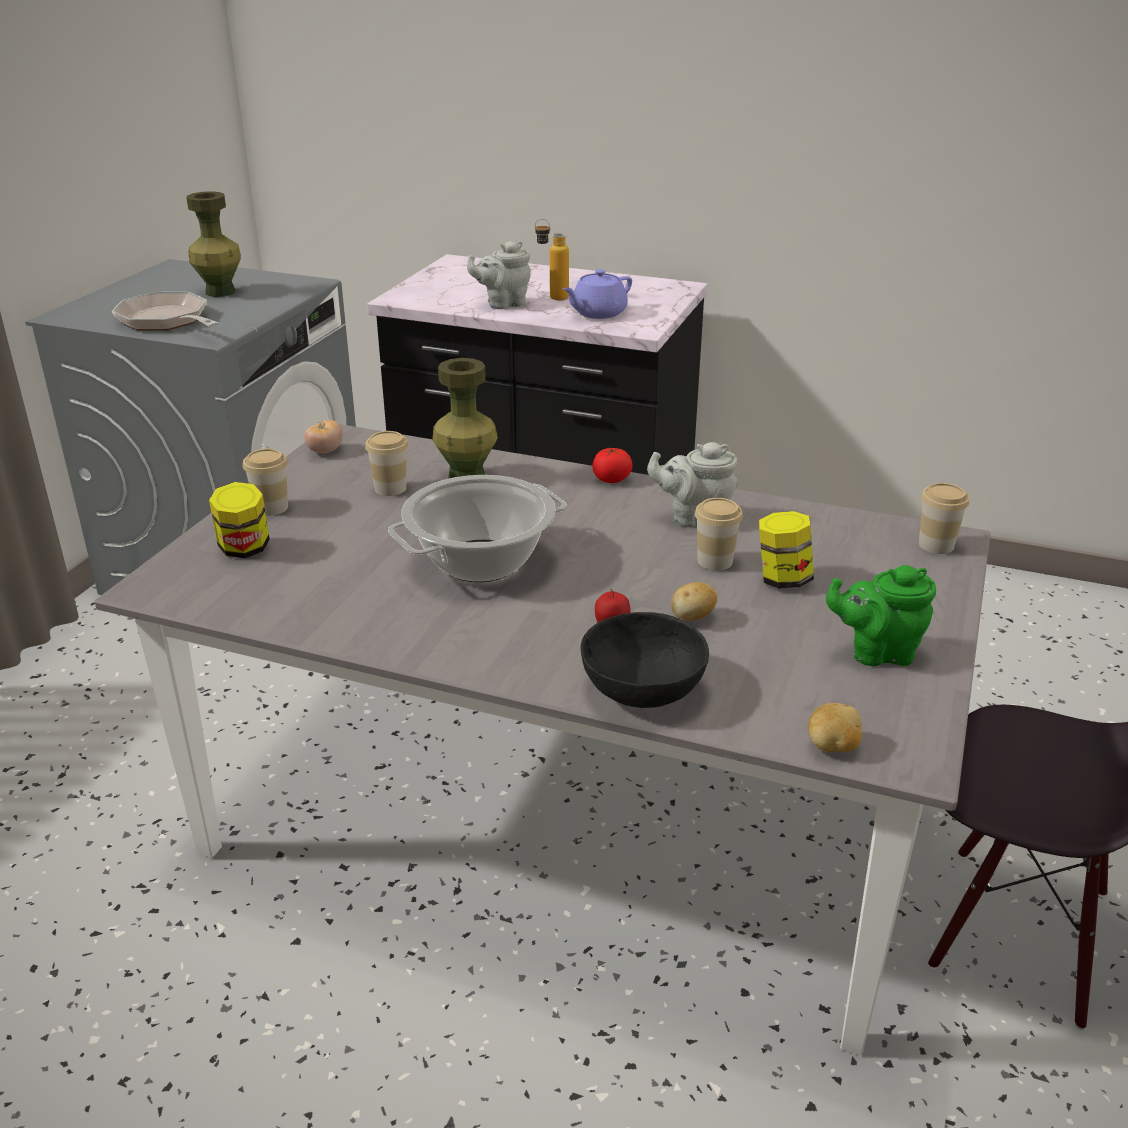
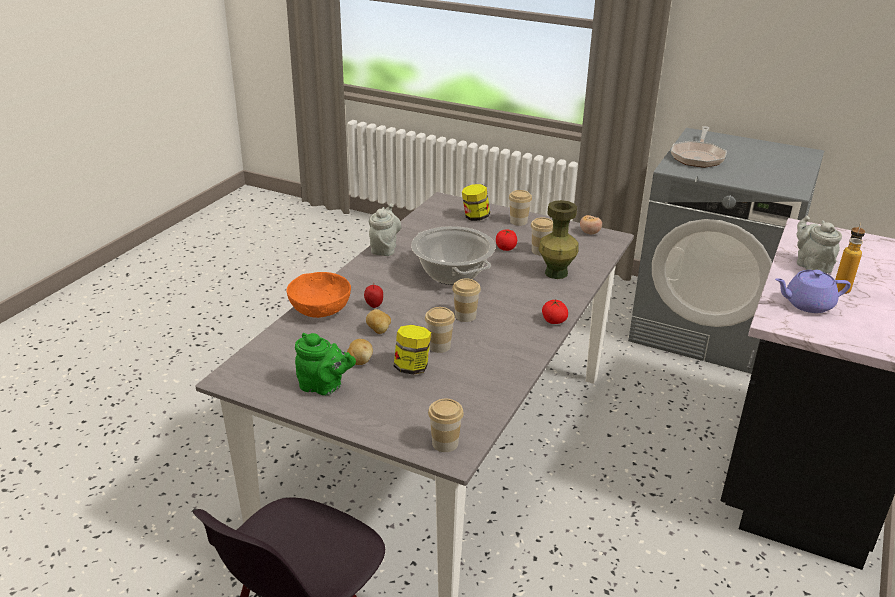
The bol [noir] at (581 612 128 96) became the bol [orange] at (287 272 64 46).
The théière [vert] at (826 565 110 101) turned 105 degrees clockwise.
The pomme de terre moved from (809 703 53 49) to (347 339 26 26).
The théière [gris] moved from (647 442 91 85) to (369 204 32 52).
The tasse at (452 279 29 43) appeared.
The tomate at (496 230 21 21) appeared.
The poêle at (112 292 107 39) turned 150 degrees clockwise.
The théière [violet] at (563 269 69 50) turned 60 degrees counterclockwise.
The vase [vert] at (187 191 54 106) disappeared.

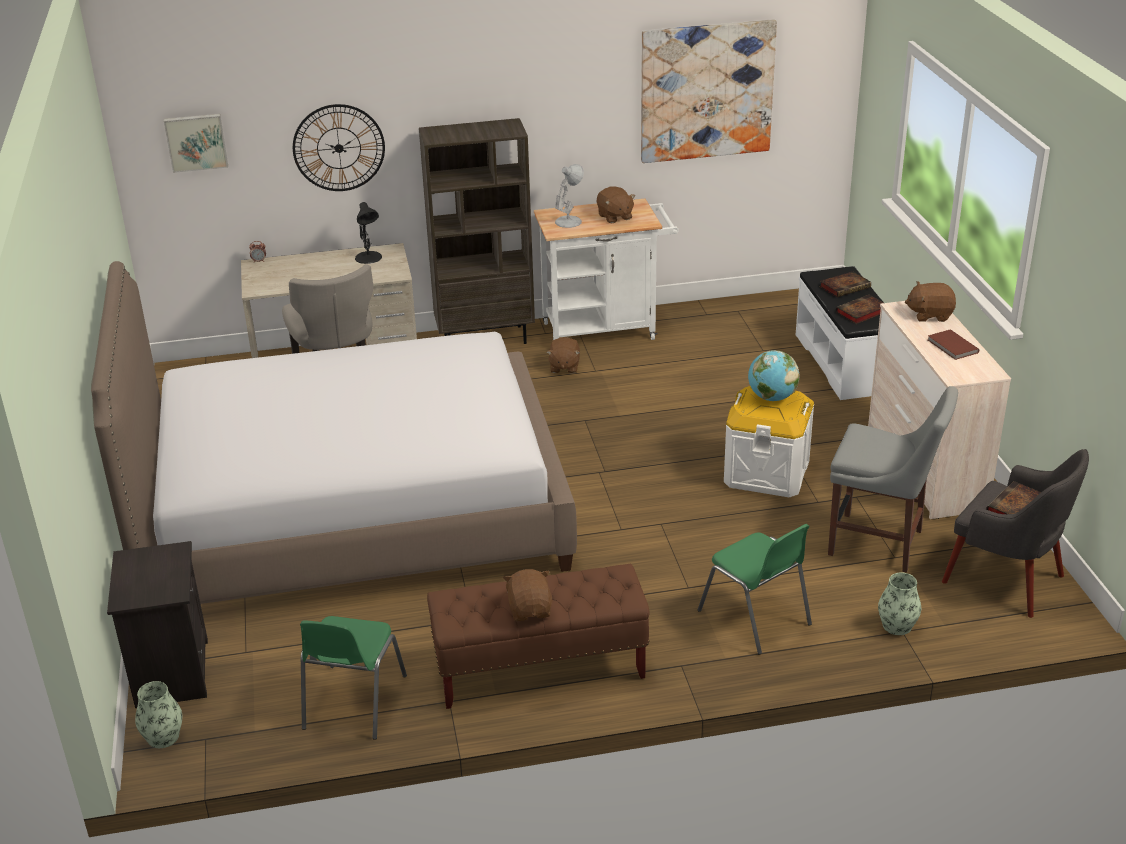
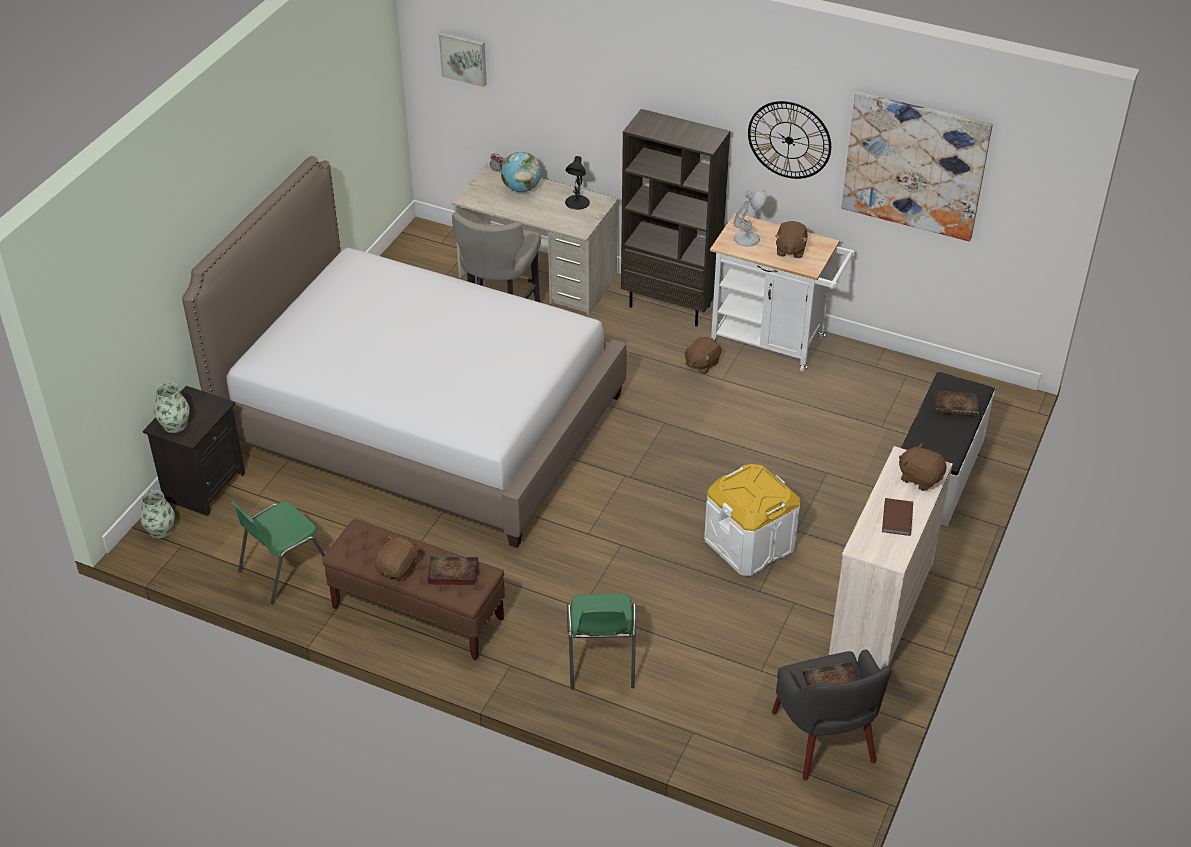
The vase moved from (878 572 43 63) to (154 383 36 50).
The livre moved from (836 295 47 29) to (427 556 51 29).
The globe moved from (748 350 52 51) to (501 152 40 40).
The horloge murale moved from (293 104 92 87) to (748 101 83 78).
The chaise [gris] at (828 386 130 187) disappeared.

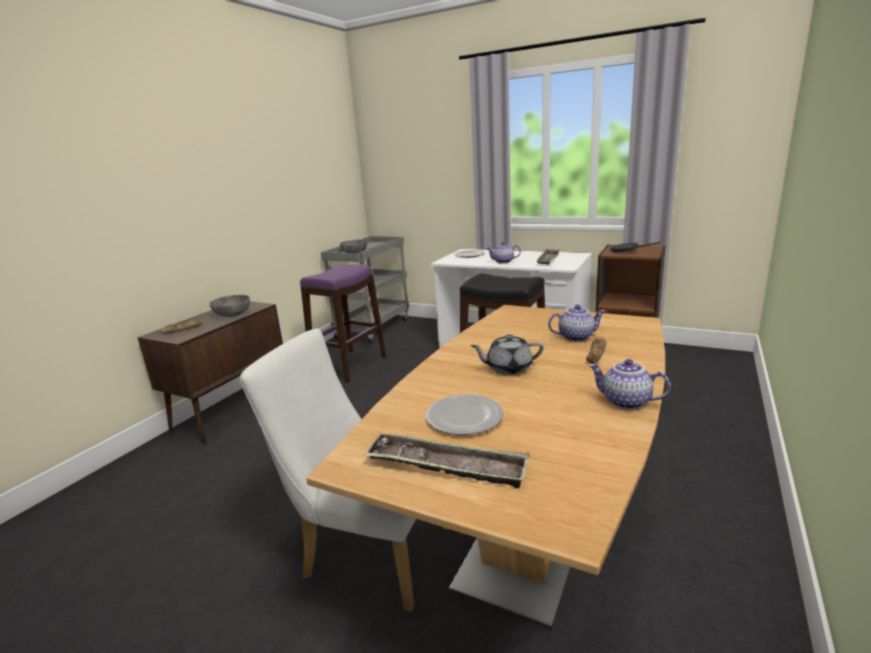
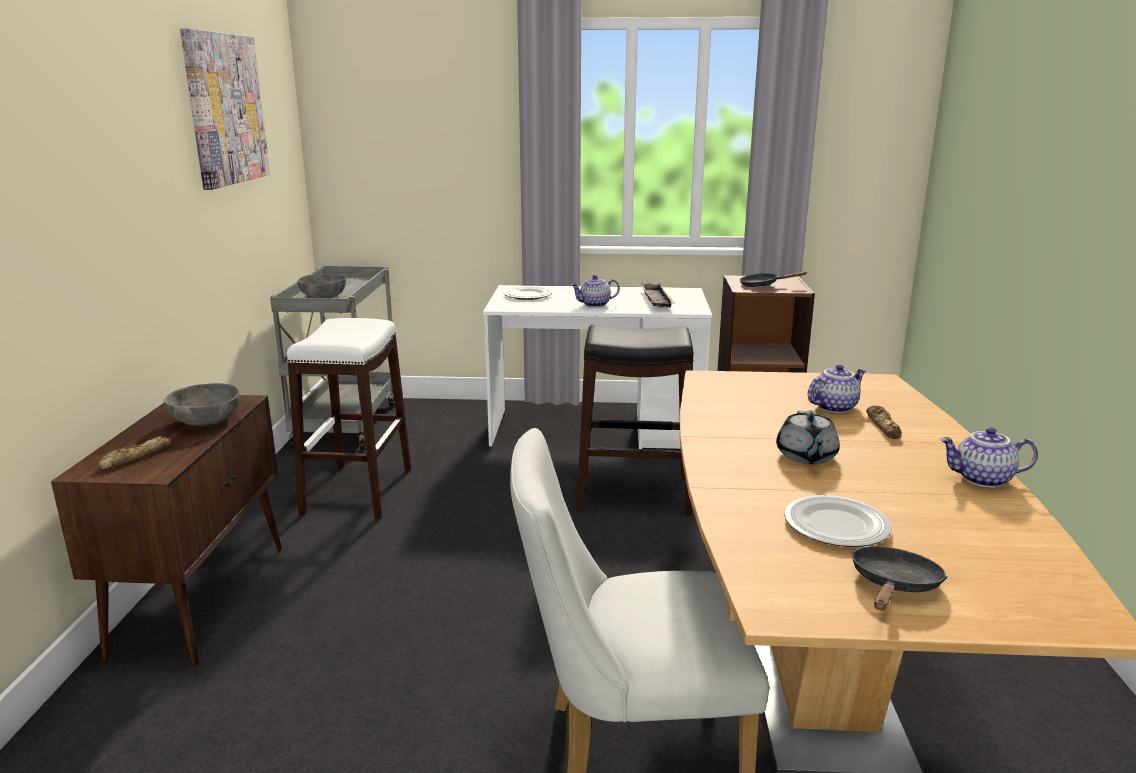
The tableau at (180 28 90 162) appeared.
The tabouret [violet] at (300 264 87 119) became the tabouret [blanc] at (287 318 124 201).
The théière [gris] at (471 335 73 40) turned 60 degrees counterclockwise.
The plateau at (364 432 166 56) was replaced by the poêle [noir] at (851 546 97 64).

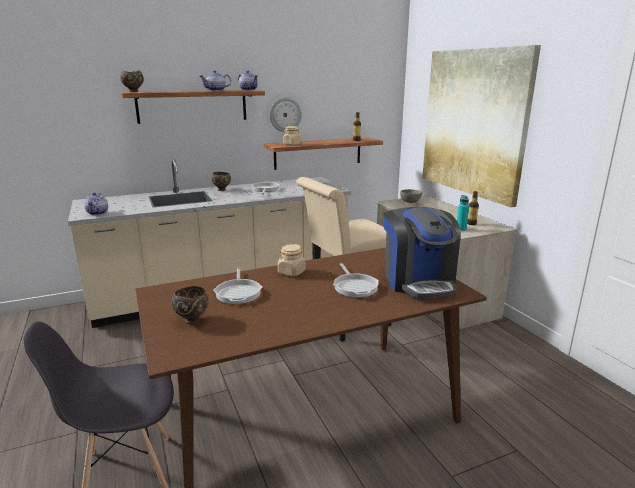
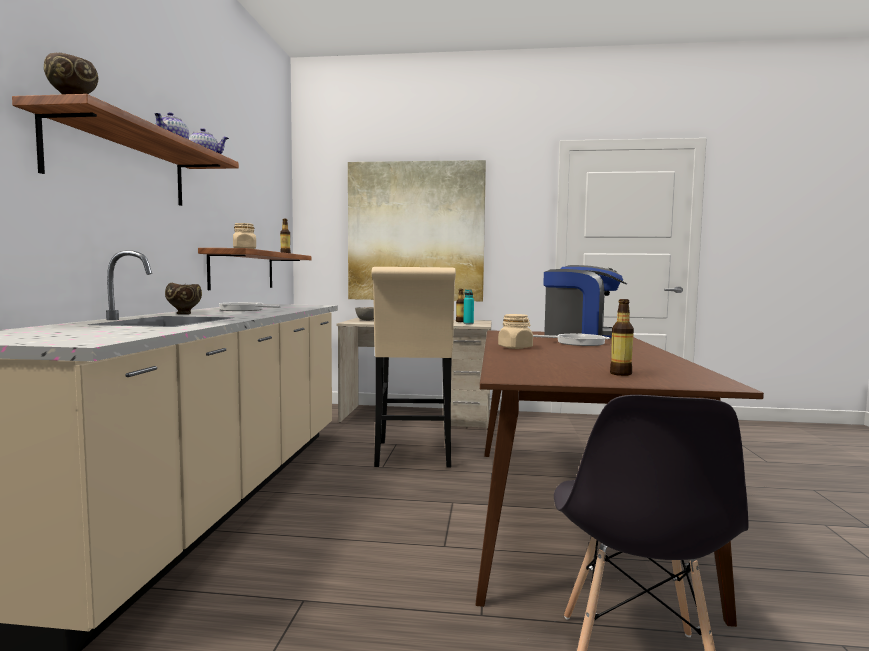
The bol [marron] at (172 286 37 38) was replaced by the bouteille at (610 299 24 77).
The théière at (84 192 24 23) disappeared.
The poêle at (213 267 49 37) disappeared.
The horloge murale at (270 97 32 35) disappeared.

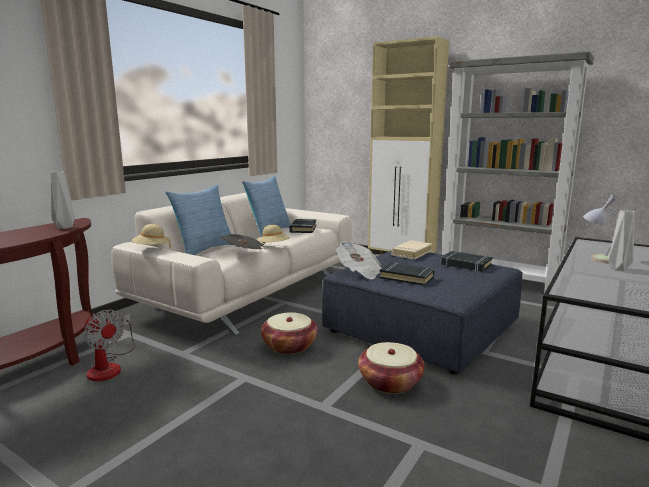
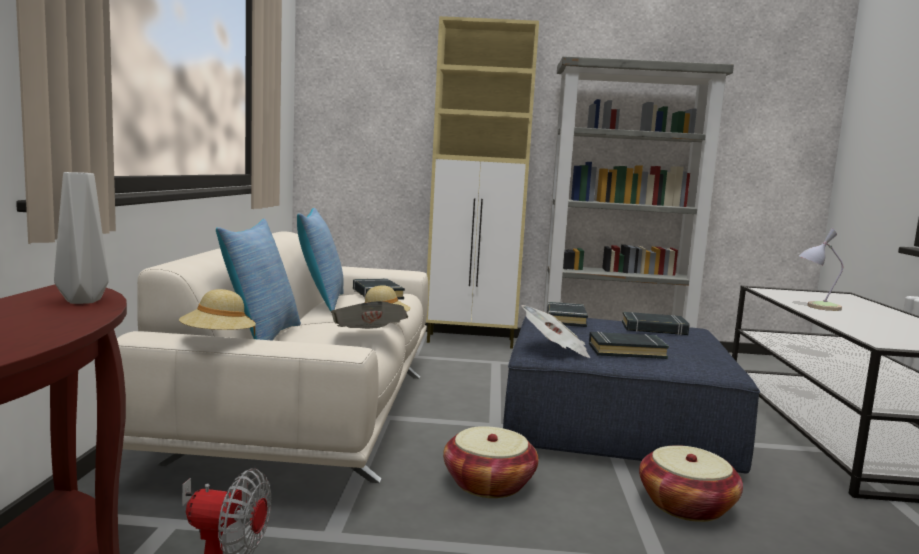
The livre [beige] at (392 240 40 19) became the livre [noir] at (547 302 41 25).
The vase [gris] at (608 210 26 61) disappeared.

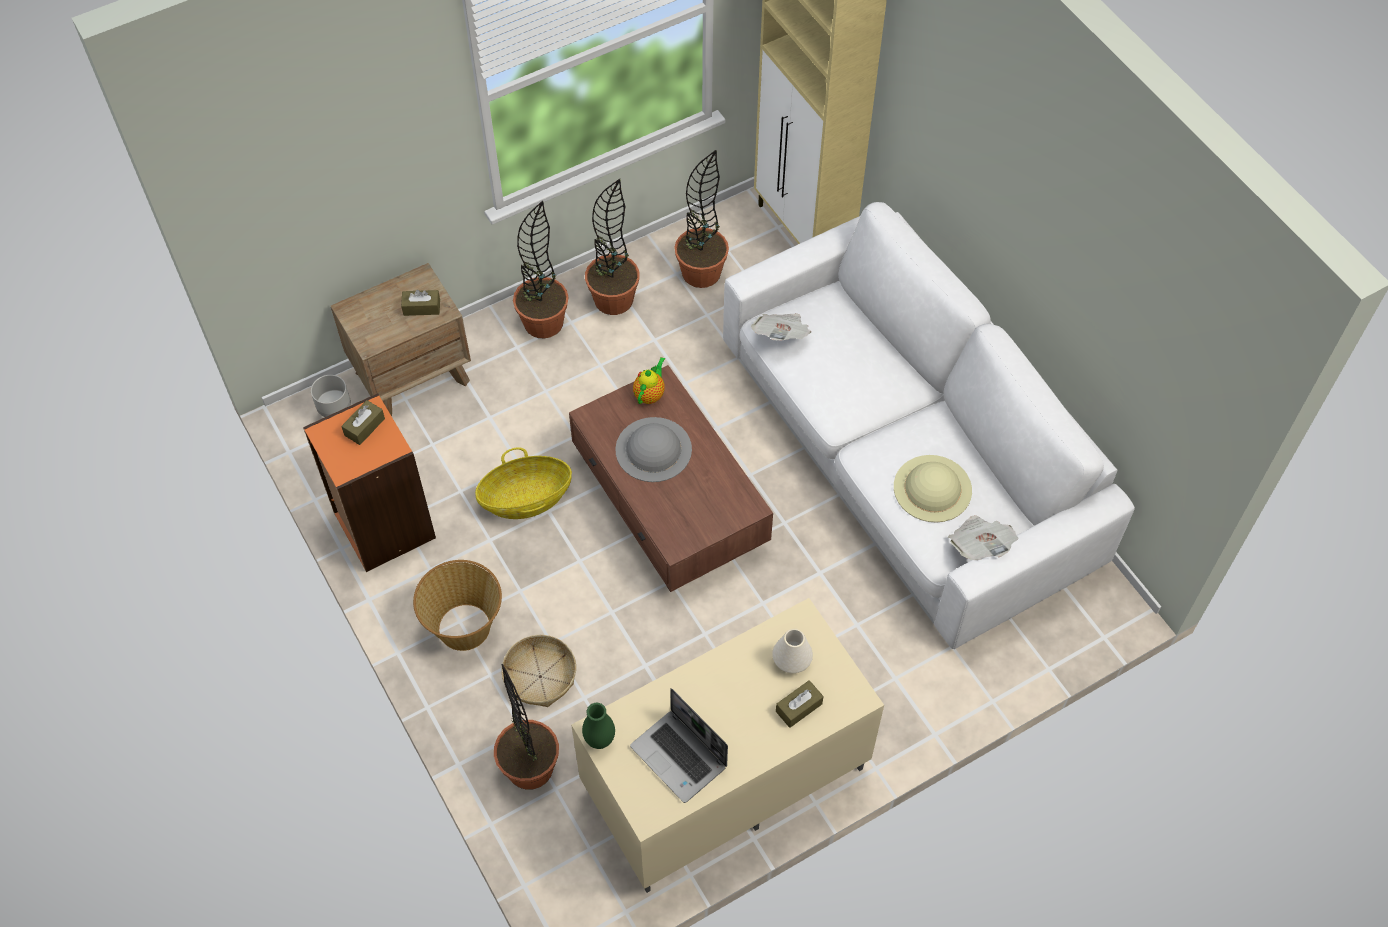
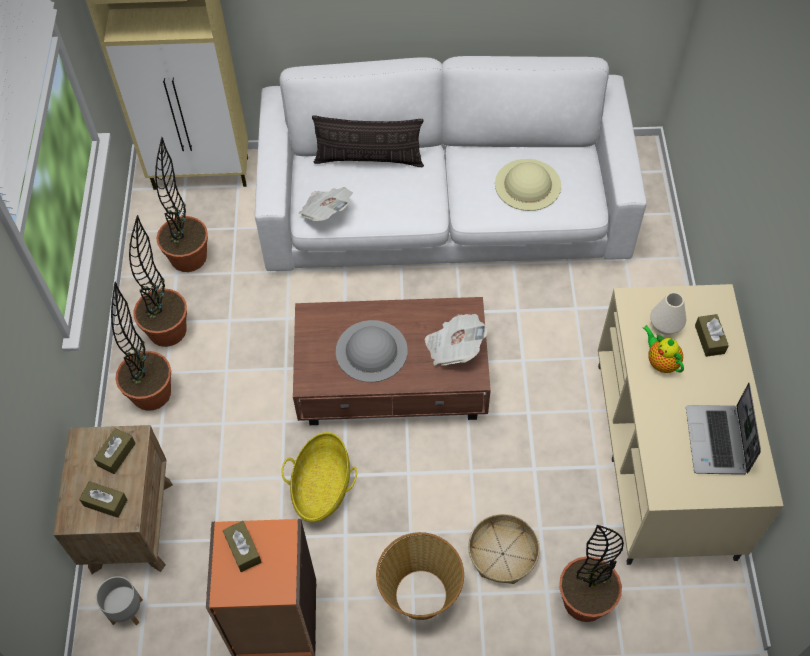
The boîte à mouchoirs [marron] at (79 481 48 37) appeared.
The coussin at (312 115 112 52) appeared.
The journal moved from (948 515 71 45) to (425 314 62 52).
The théière moved from (633 357 32 47) to (643 325 41 48).
The ordinateur portable at (630 688 98 115) turned 105 degrees clockwise.
The vase [vert] at (582 703 33 46) disappeared.

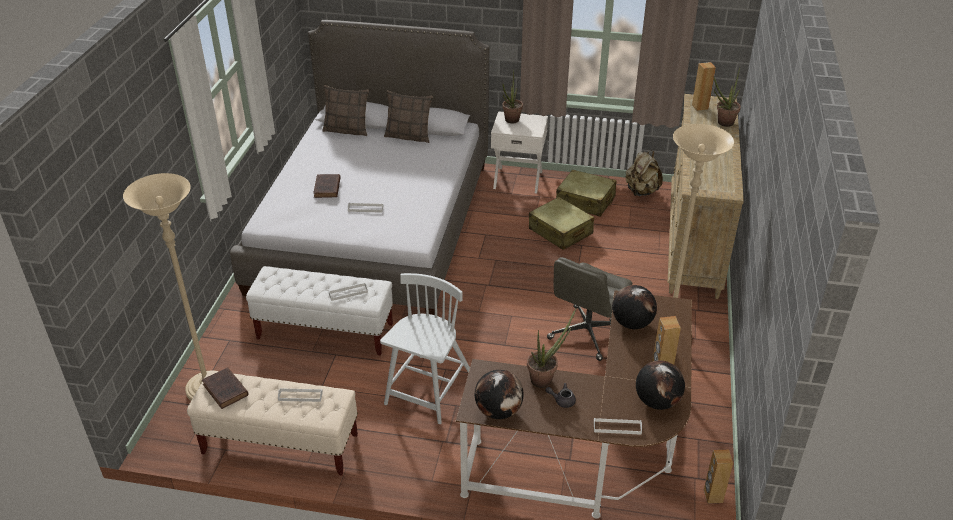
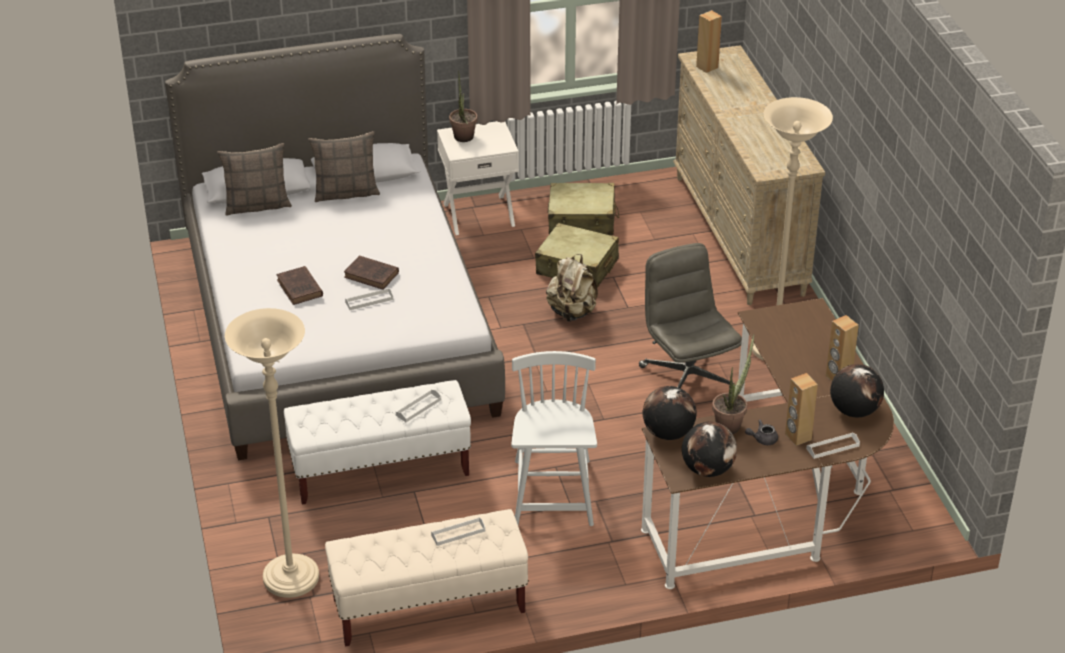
The livre [marron] moved from (202 367 47 42) to (344 256 55 34).
The sac à dos [beige] moved from (626 151 37 45) to (546 254 52 68).
The chaise de bureau [gris] at (547 257 85 104) turned 150 degrees clockwise.
The globe moved from (612 285 45 44) to (642 386 55 54).
The enceinte [marron] moved from (704 450 29 53) to (785 373 33 73).
The plante en pot at (714 68 27 59) disappeared.

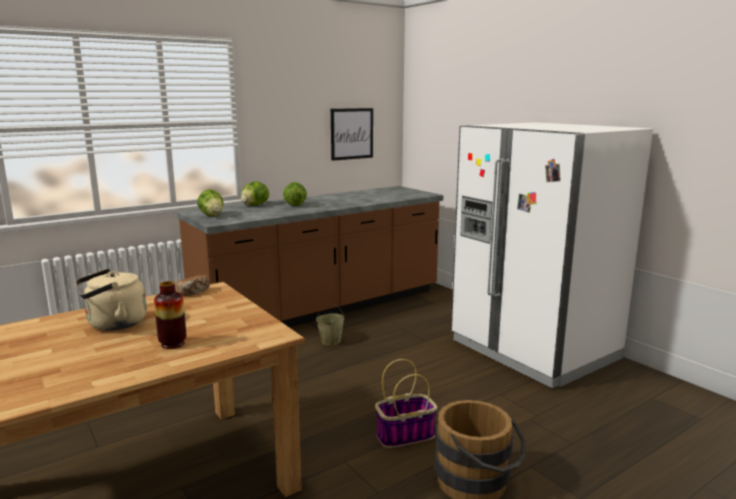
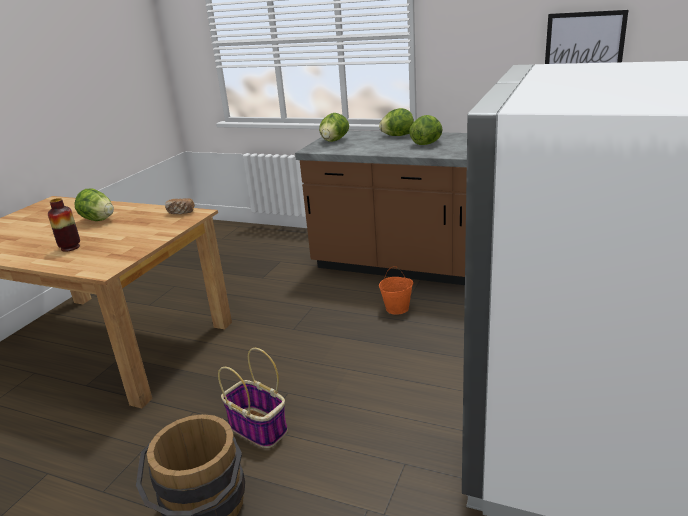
The bouilloire [beige] at (76 269 71 62) was replaced by the laitue at (74 188 40 33).
The seau [beige] at (316 303 29 43) became the seau [orange] at (379 266 34 49).

